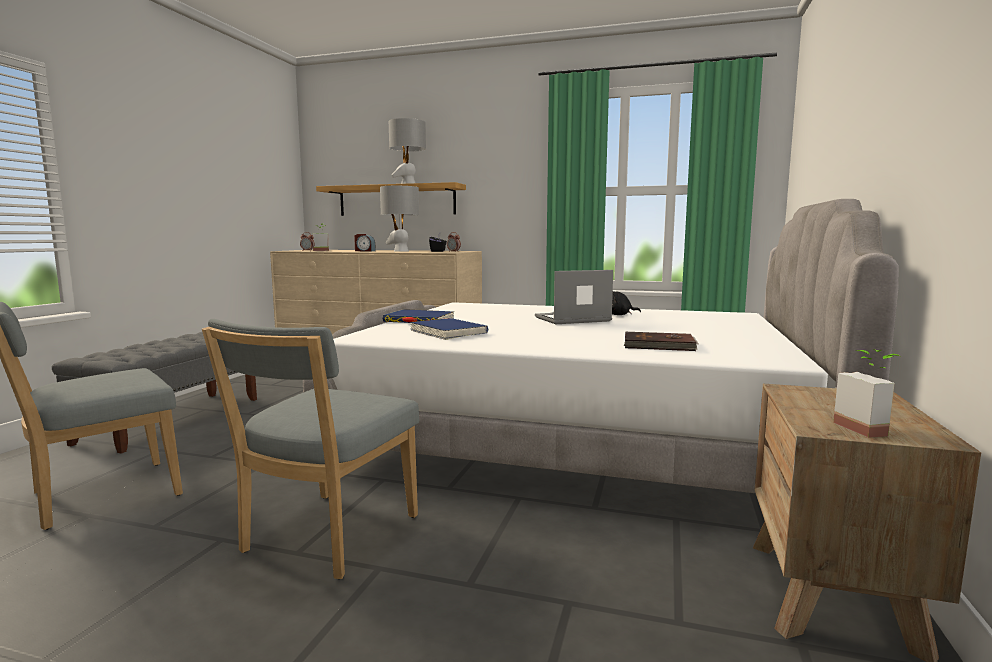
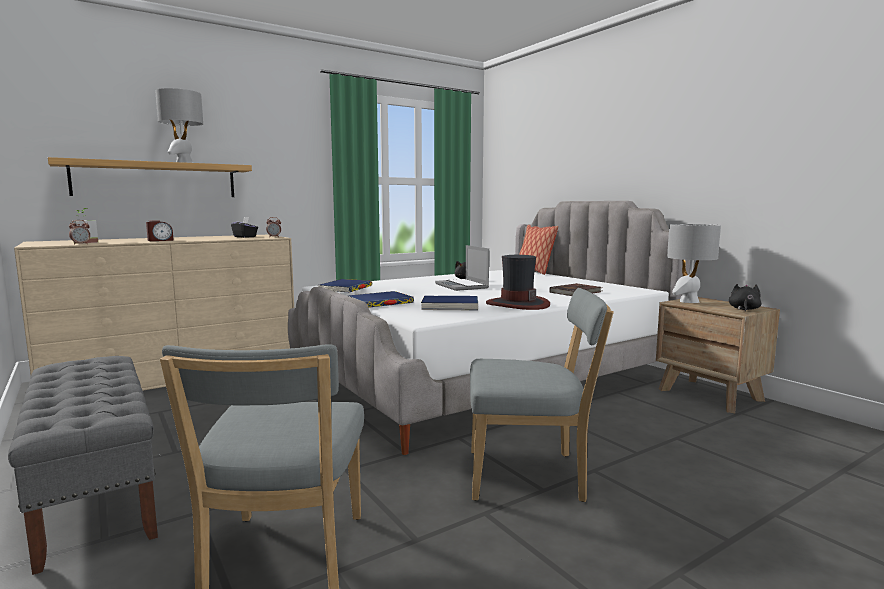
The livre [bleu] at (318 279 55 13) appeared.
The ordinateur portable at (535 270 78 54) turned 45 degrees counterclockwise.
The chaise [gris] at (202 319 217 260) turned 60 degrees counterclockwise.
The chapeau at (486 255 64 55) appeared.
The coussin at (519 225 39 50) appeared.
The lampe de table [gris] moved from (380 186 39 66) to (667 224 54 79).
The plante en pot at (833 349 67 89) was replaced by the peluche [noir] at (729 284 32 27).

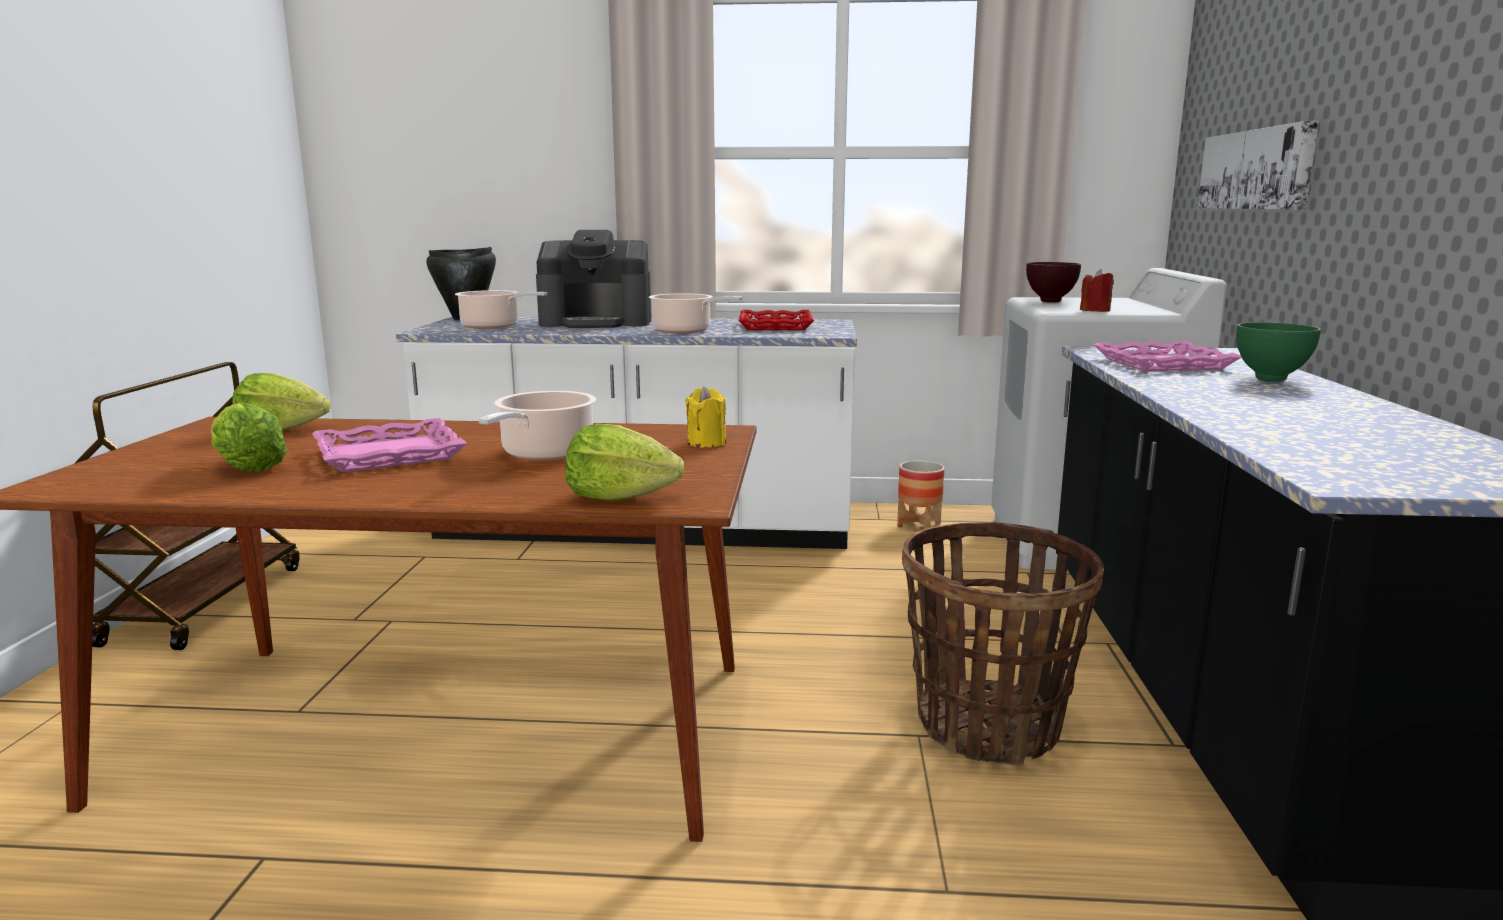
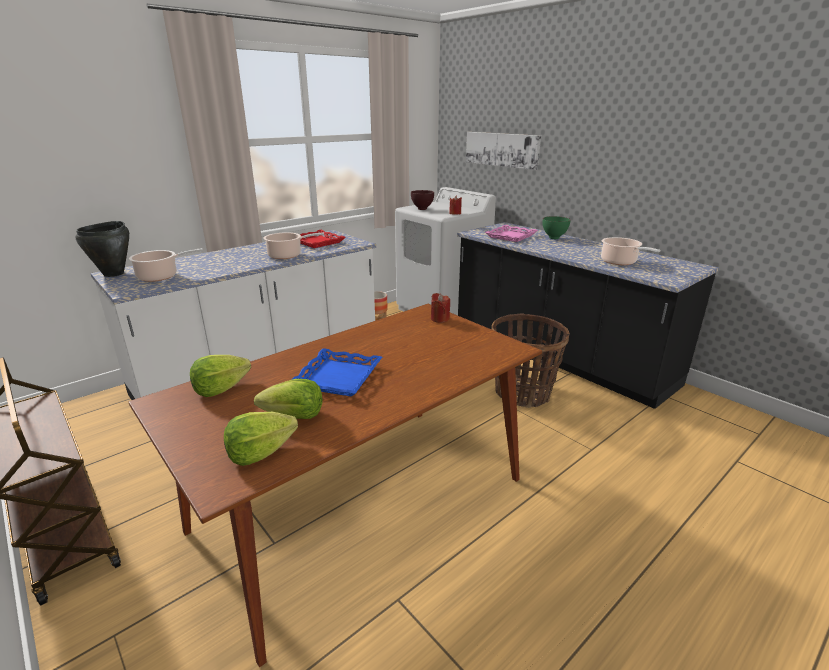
The laitue moved from (565 424 119 77) to (224 412 74 54).
The plateau [rose] at (312 418 155 54) became the plateau [bleu] at (291 348 91 49).
The bougie [jaune] at (685 386 41 62) became the bougie [rouge] at (431 293 19 30).
The marmite moved from (479 391 117 70) to (601 237 59 28).
The machine à café at (536 230 115 98) disappeared.

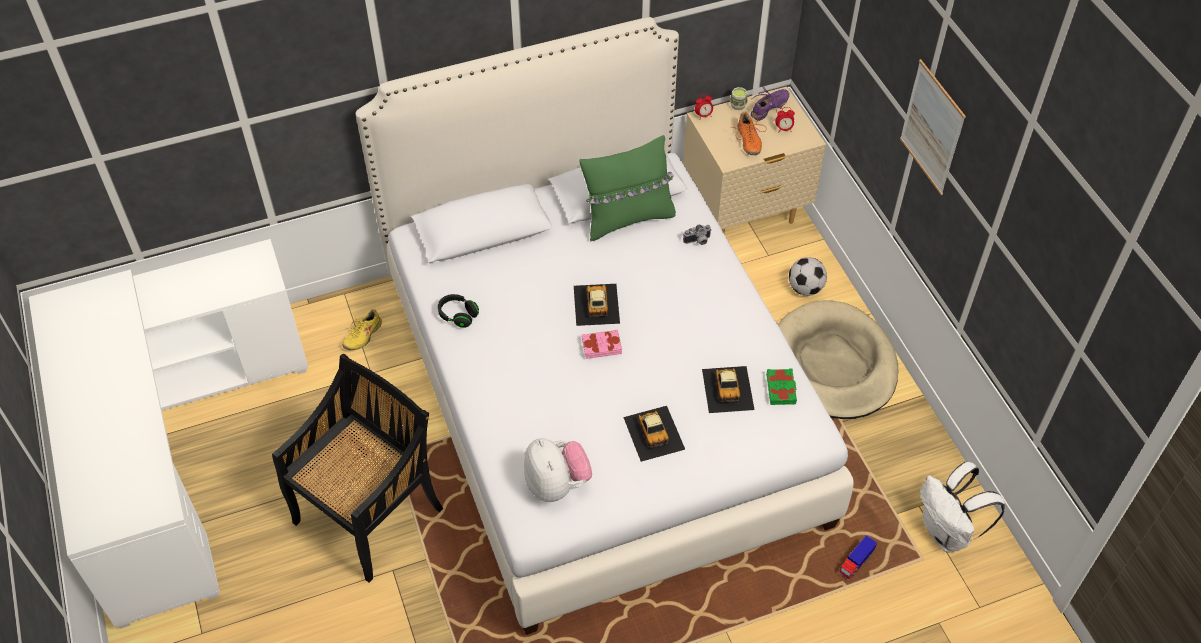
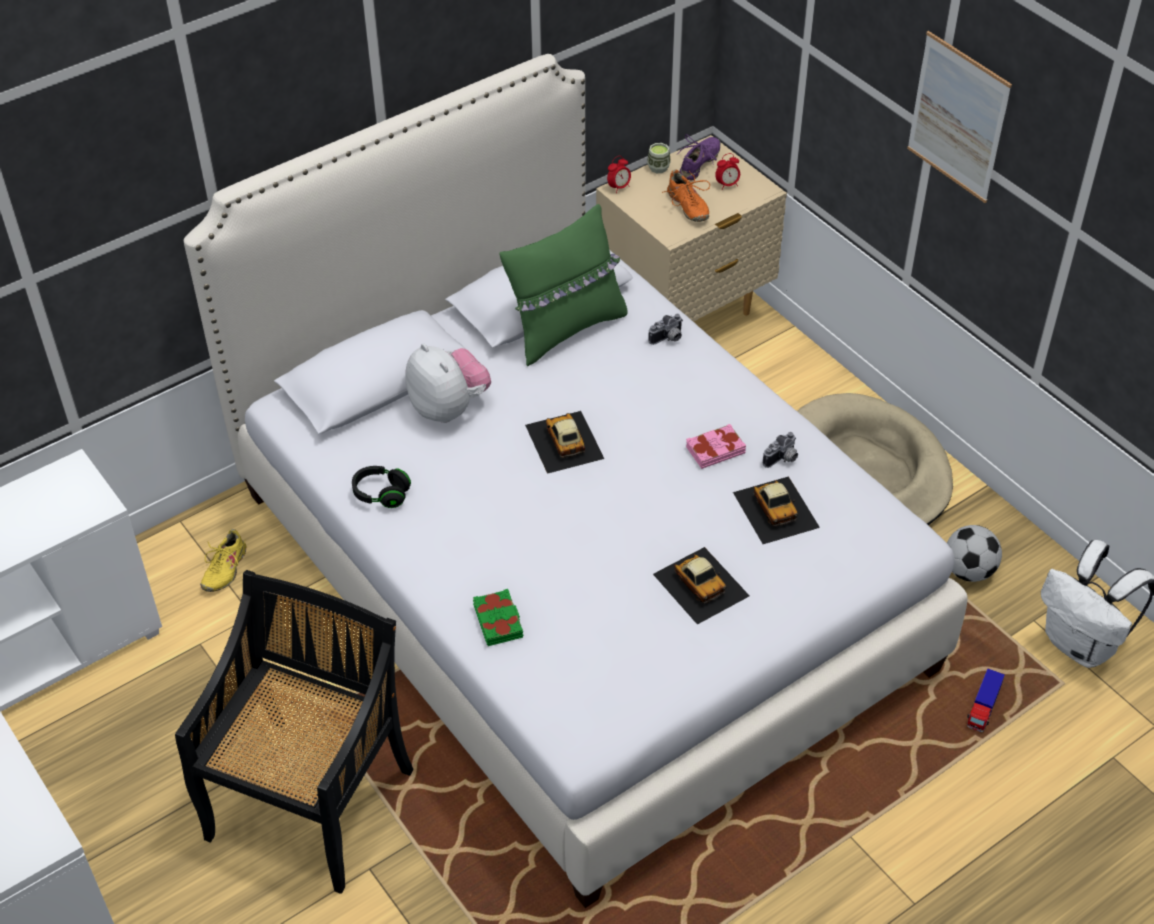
The peluche moved from (524 438 68 64) to (405 343 86 80).
The livre [vert] moved from (766 368 31 37) to (473 589 50 57).
The livre [rose] moved from (582 330 40 29) to (686 424 60 45).
The appareil photo at (763 432 35 36) appeared.
The ballon de foot moved from (789 257 38 39) to (947 525 55 57).

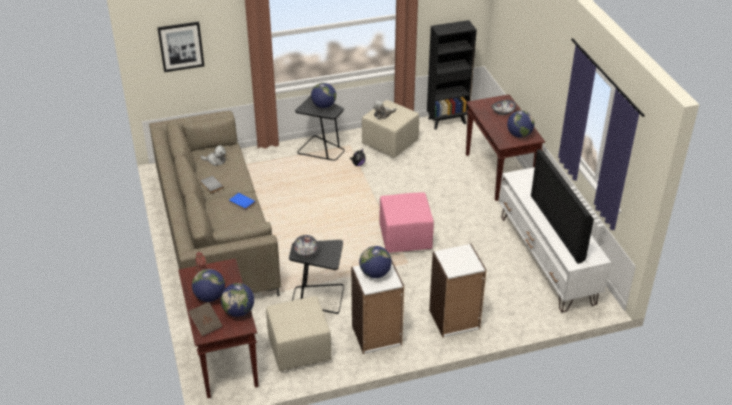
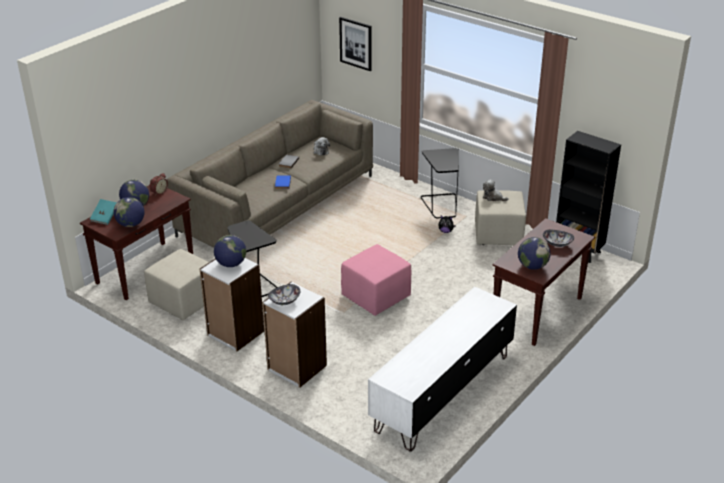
The livre [marron] at (189 302 34 34) became the livre [turquoise] at (90 199 27 26).
The bol moved from (293 235 25 22) to (268 284 32 21).
The globe at (311 83 25 25) disappeared.
The téléviseur at (531 149 63 115) disappeared.

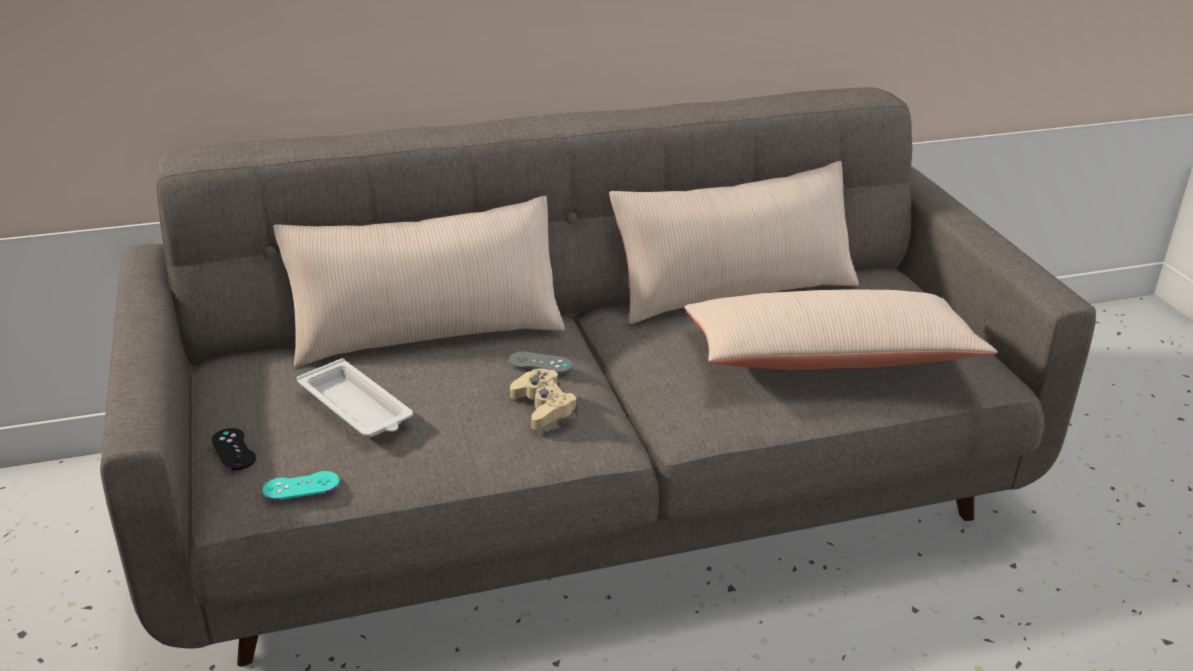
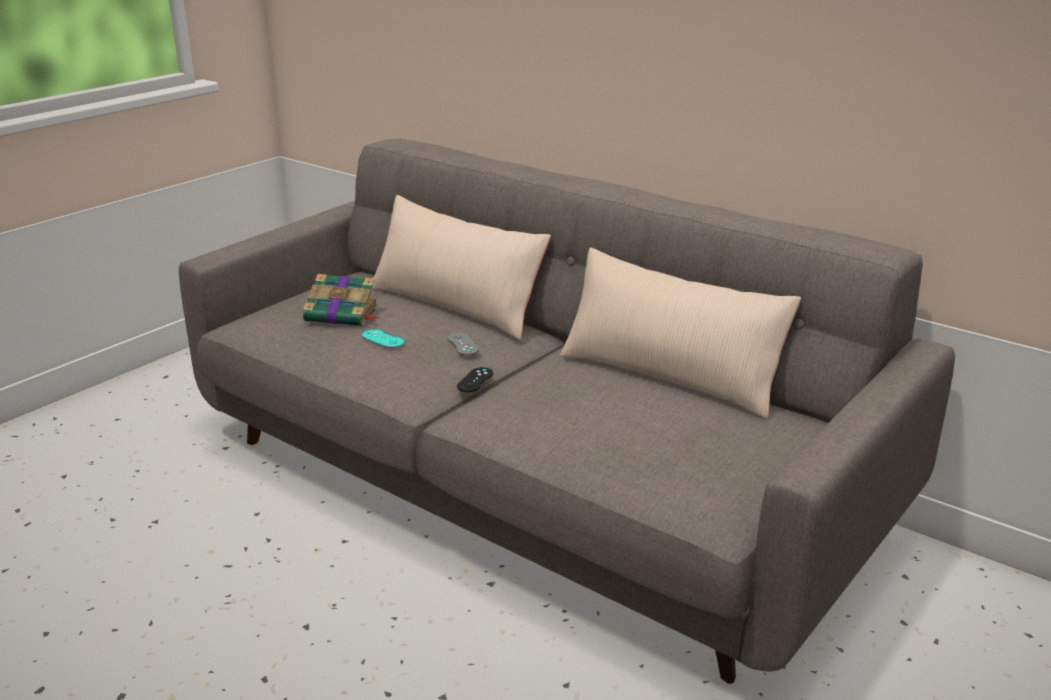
The plateau [blanc] at (296 358 117 79) was replaced by the livre at (303 274 75 52).
The manette [turquoise] moved from (262 471 78 29) to (362 330 42 18).
The manette [noir] moved from (212 428 44 42) to (457 367 36 25).
The manette [beige] at (510 368 68 61) disappeared.
The coussin [beige] at (685 290 313 80) disappeared.

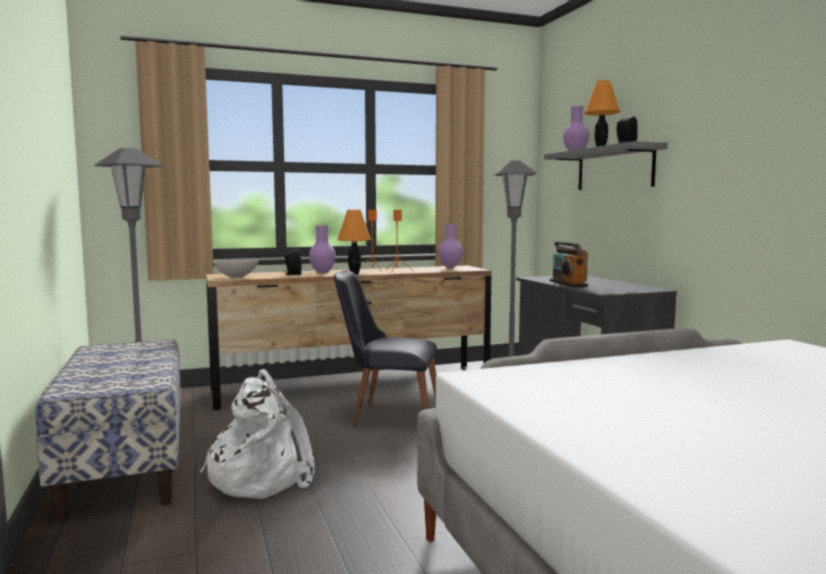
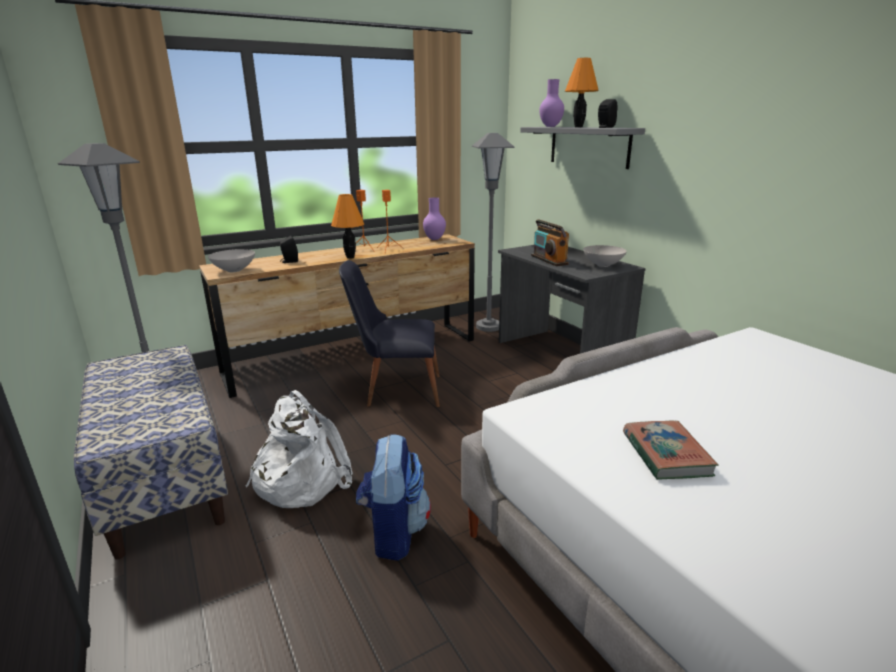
The sac à dos at (356 435 75 126) appeared.
The bol [blanc] at (583 245 44 22) appeared.
The livre at (623 421 96 59) appeared.
The vase [violet] at (309 225 27 48) disappeared.

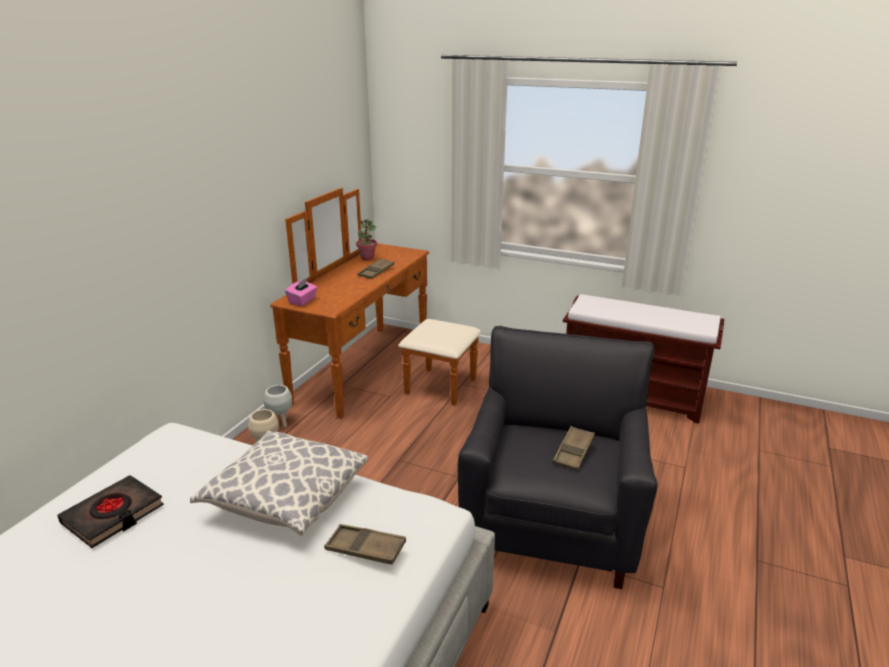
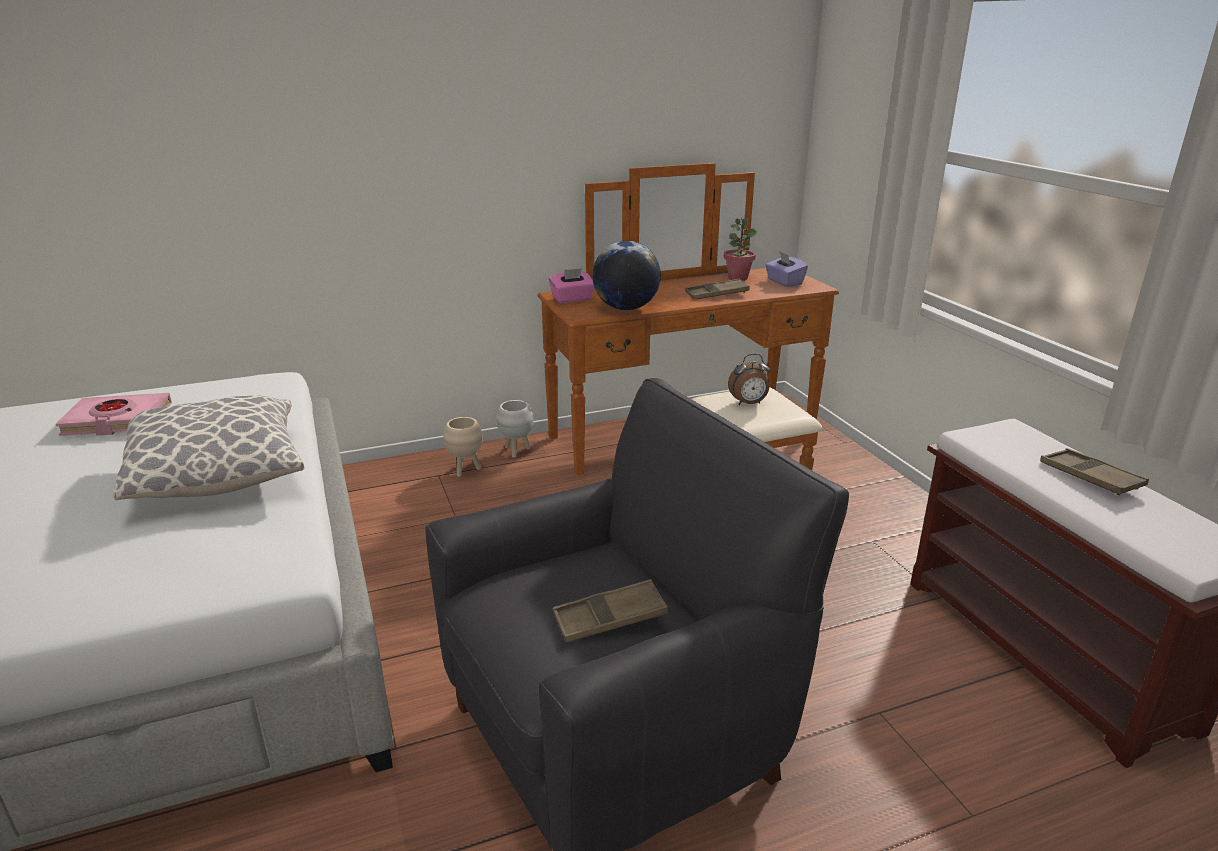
The livre [noir] at (57 475 107 73) became the livre [rose] at (56 393 116 43).
The globe at (592 241 69 69) appeared.
The réveil at (728 354 43 51) appeared.
The boîte à mouchoirs [violet] at (765 252 43 35) appeared.
The plateau [marron] moved from (324 524 82 40) to (1040 448 109 47).

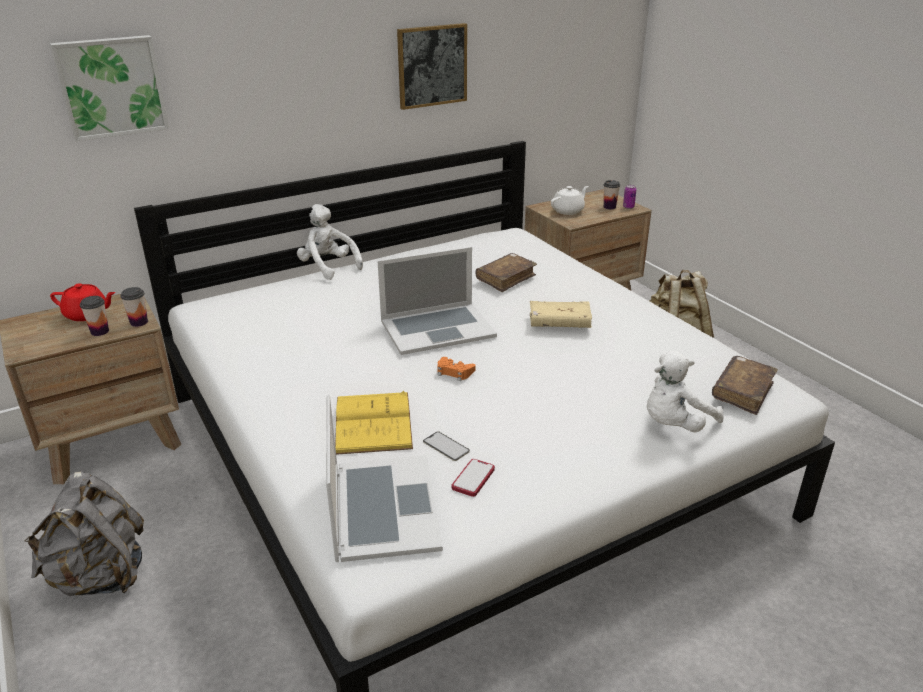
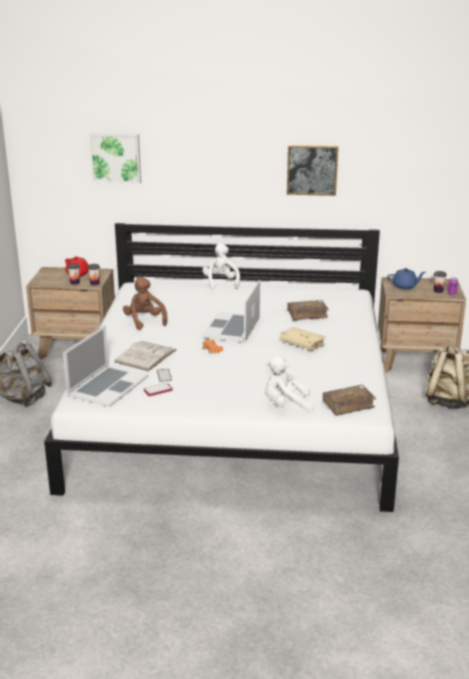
The livre [jaune] at (335 391 78 64) became the livre [blanc] at (114 341 63 30).
The peluche [marron] at (123 277 44 53) appeared.
The ordinateur portable at (378 247 119 108) turned 90 degrees clockwise.
The théière [blanc] at (551 186 38 29) became the théière [bleu] at (387 268 39 21).

